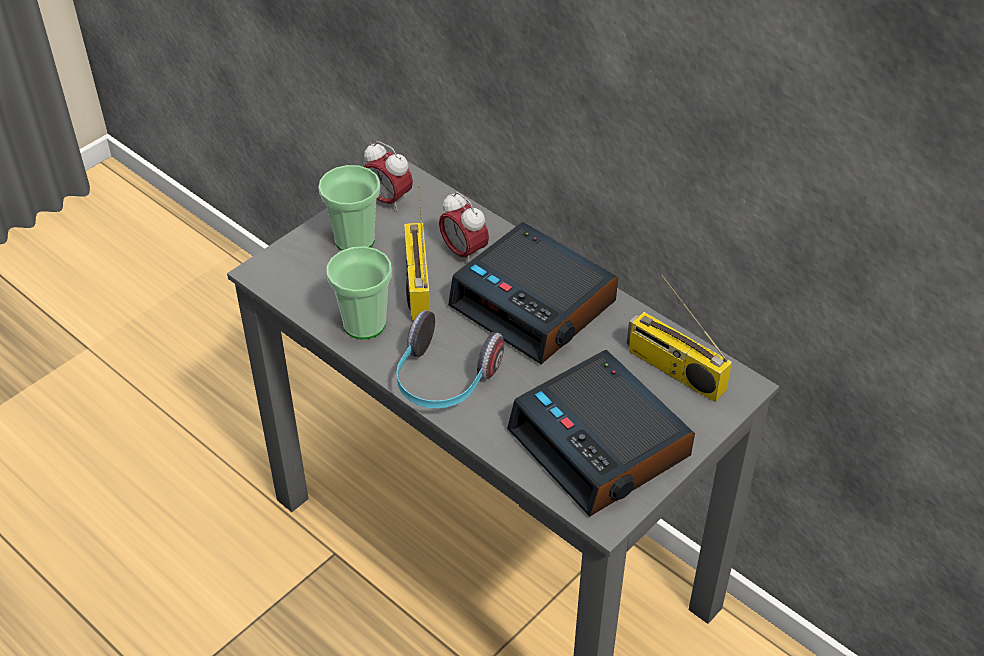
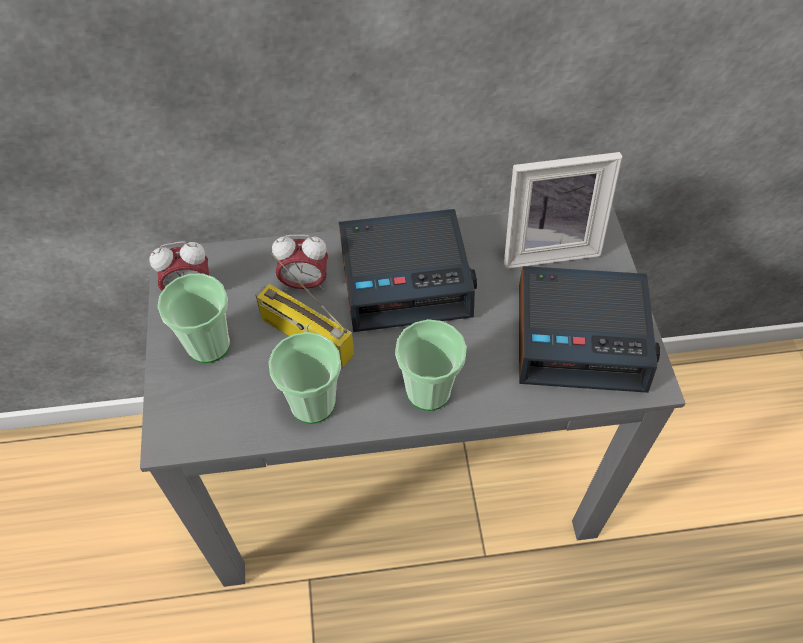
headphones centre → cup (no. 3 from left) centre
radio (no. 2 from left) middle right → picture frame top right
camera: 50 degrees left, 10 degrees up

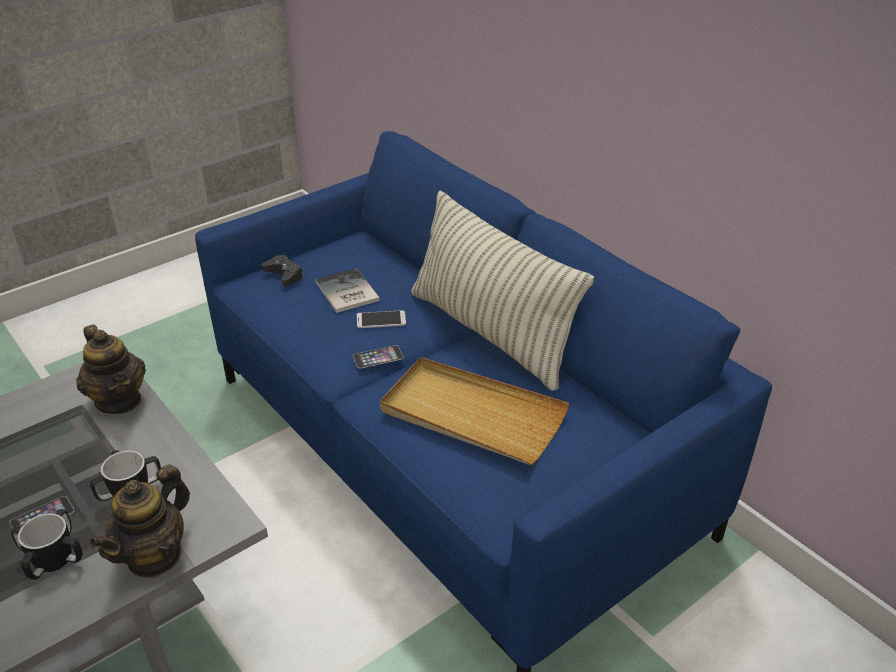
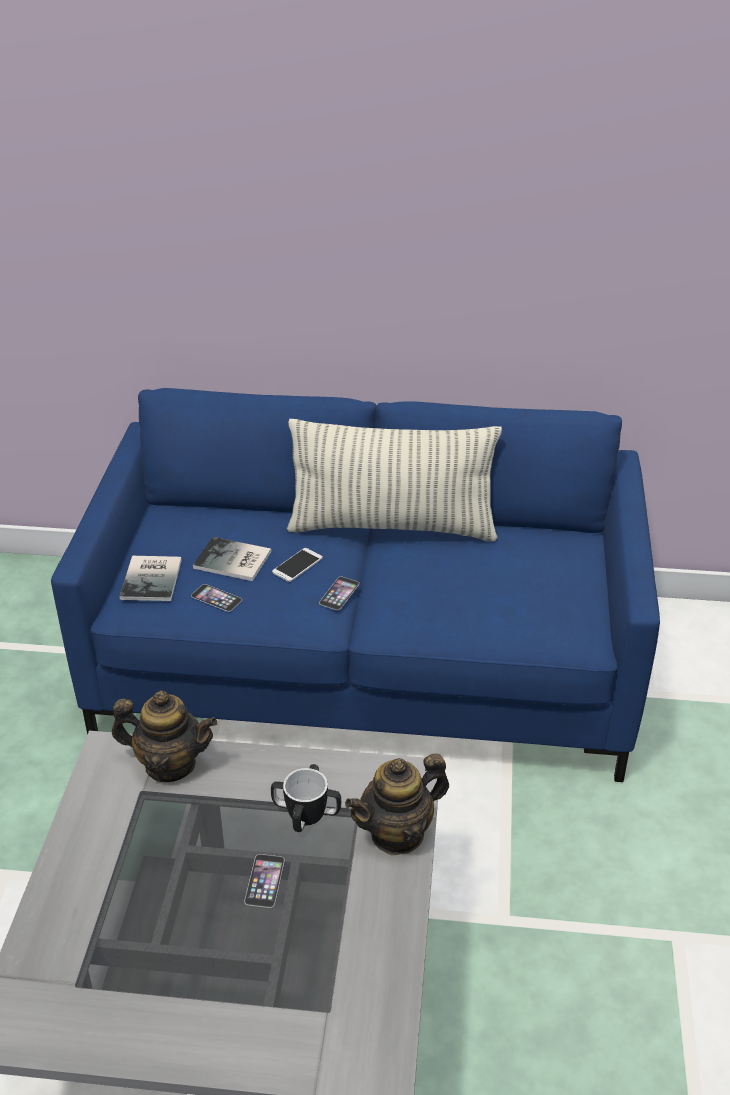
mug (no. 1 from left) bottom left → -
teapot (no. 2 from left) bottom left → teapot (no. 2 from left) bottom centre, 75 degrees clockwise
black game controller middle left → book (no. 1 from left) middle left
beige tray centre → -
- → phone (no. 1 from left) middle left
camera: 45 degrees left, 0 degrees up

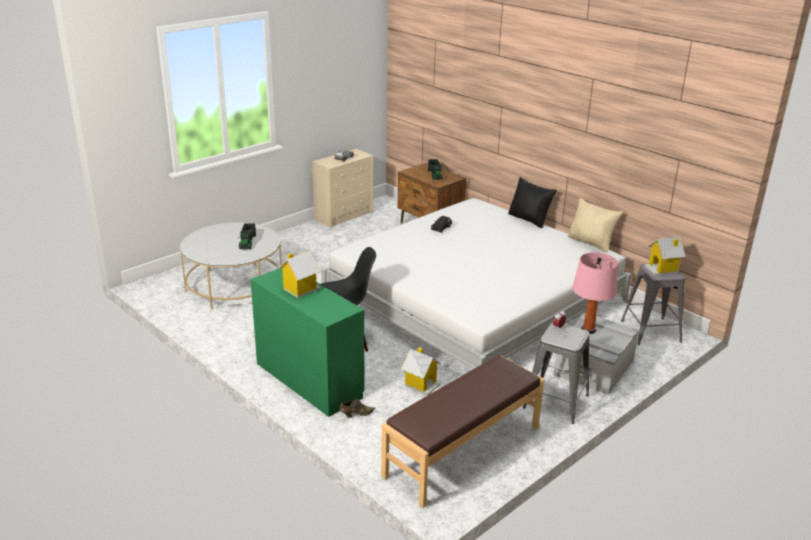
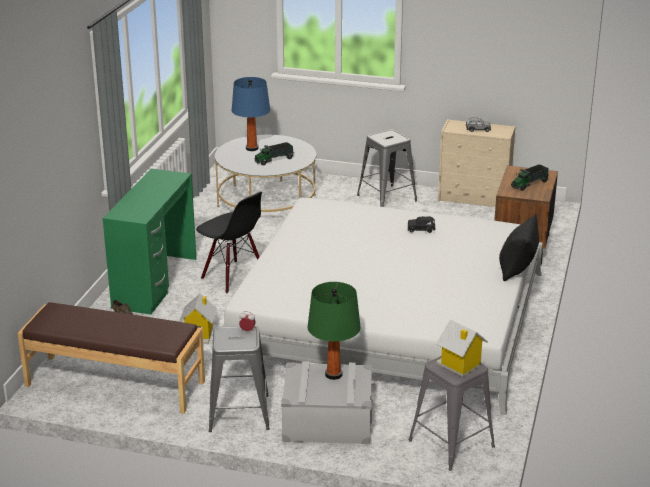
toy house (no. 1 from left) centre → -
beige pillow middle right → -
pink table lamp middle right → green table lamp bottom centre
- → blue table lamp top centre
- → grey stool (no. 2 from left) centre
camera: 60 degrees right, 0 degrees up

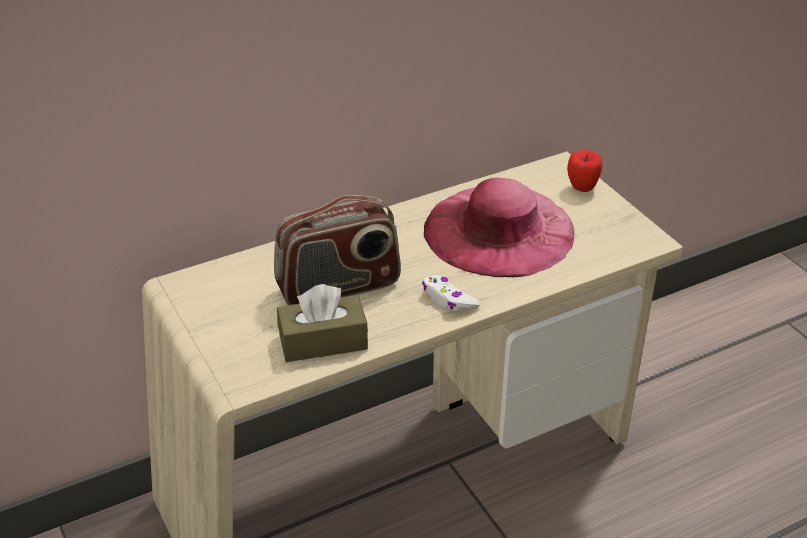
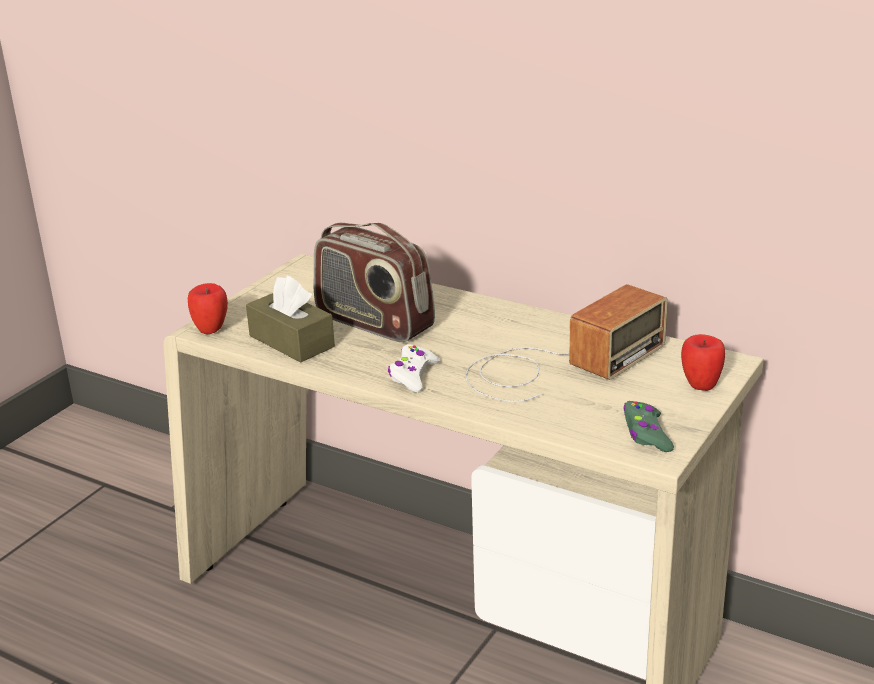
pink hat centre → radio (no. 2 from left) centre
- → apple (no. 1 from left) middle left
- → green game controller middle right
camera: 60 degrees right, 10 degrees down

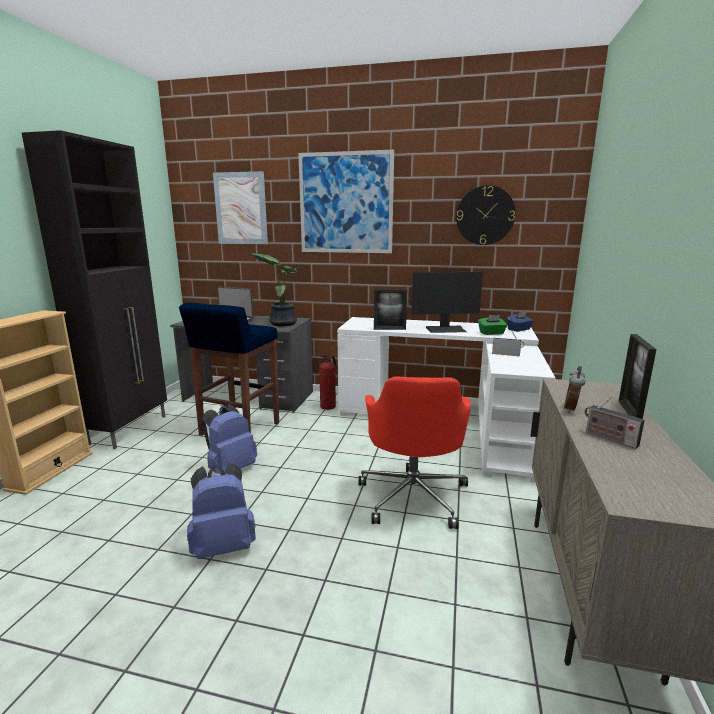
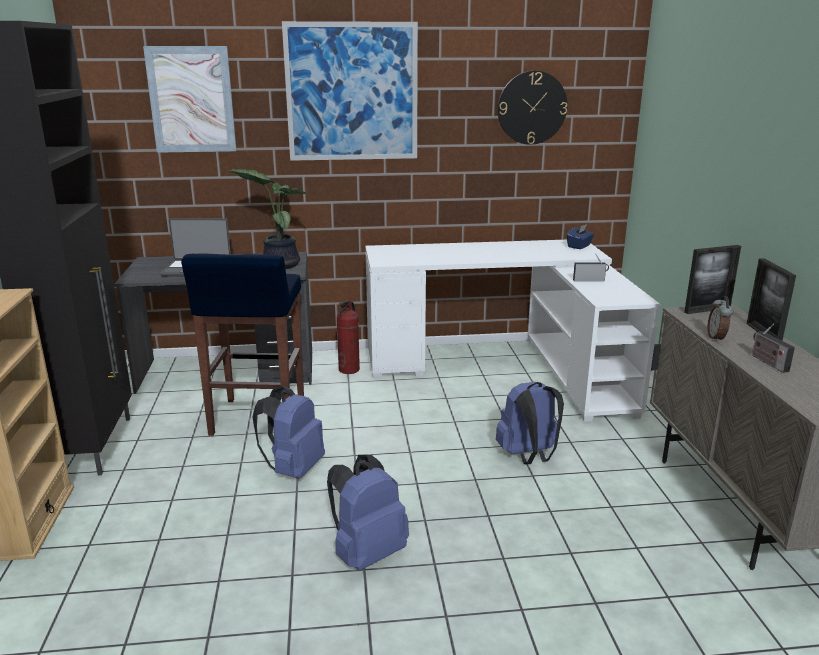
red office chair centre → blue backpack (no. 3 from left) centre
picture frame (no. 1 from left) centre → picture frame (no. 1 from left) middle right, shifted
monitor centre → -
green tissue box middle right → -
radio (no. 2 from left) middle right, 45 degrees clockwise
camera: 20 degrees left, 5 degrees up

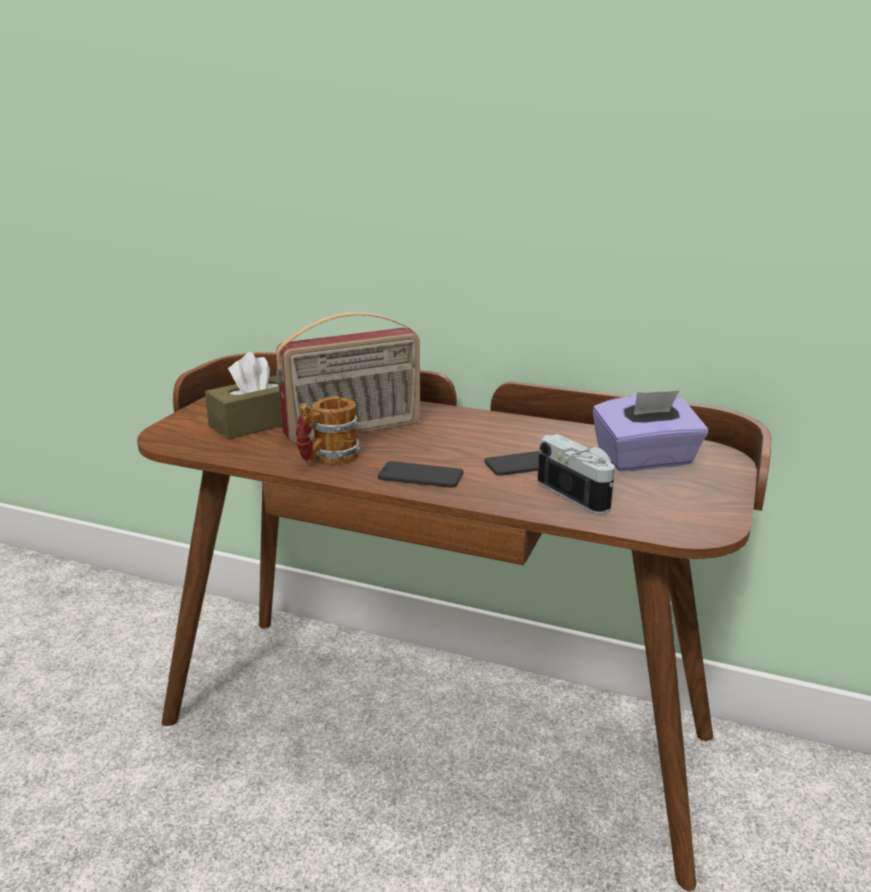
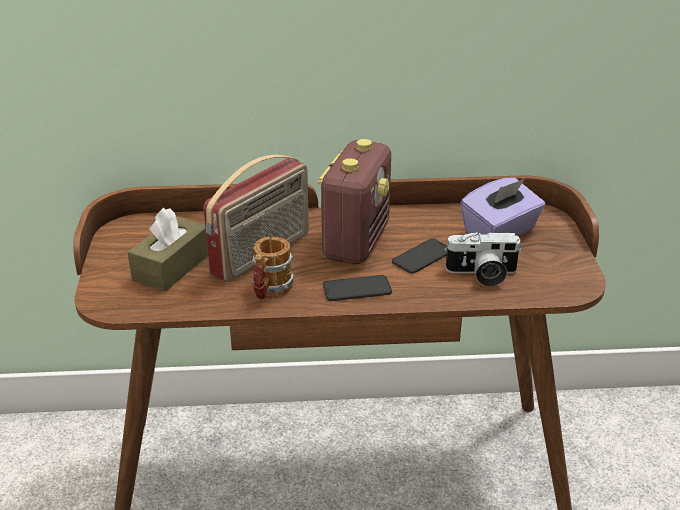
photo camera centre → photo camera middle right, 150 degrees clockwise
- → radio (no. 2 from left) centre
camera: 25 degrees left, 10 degrees up

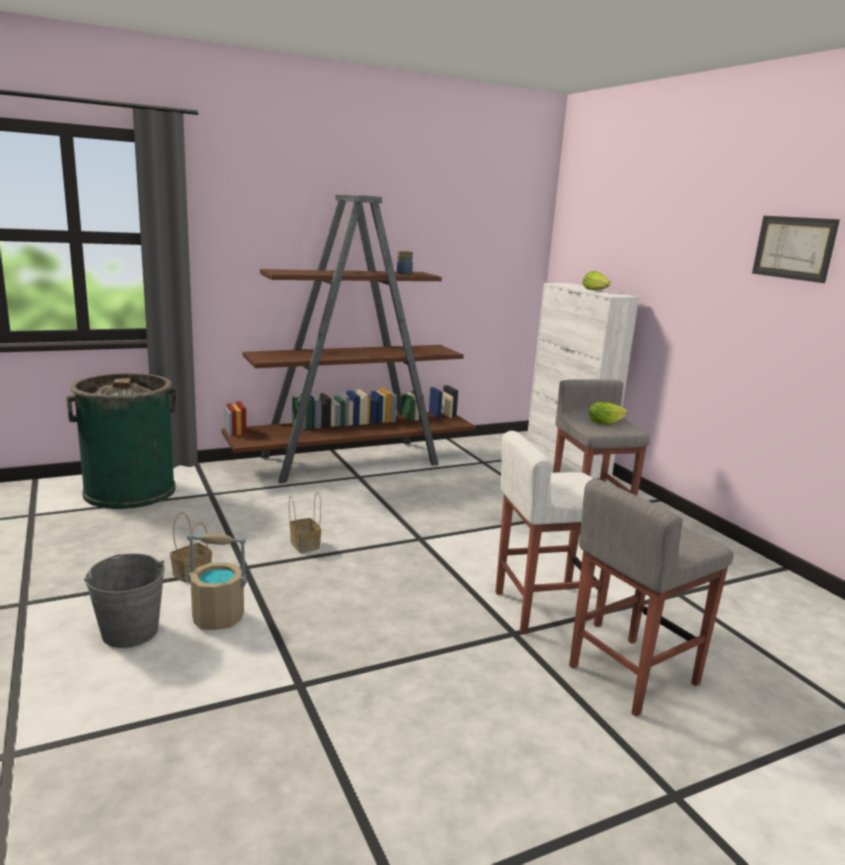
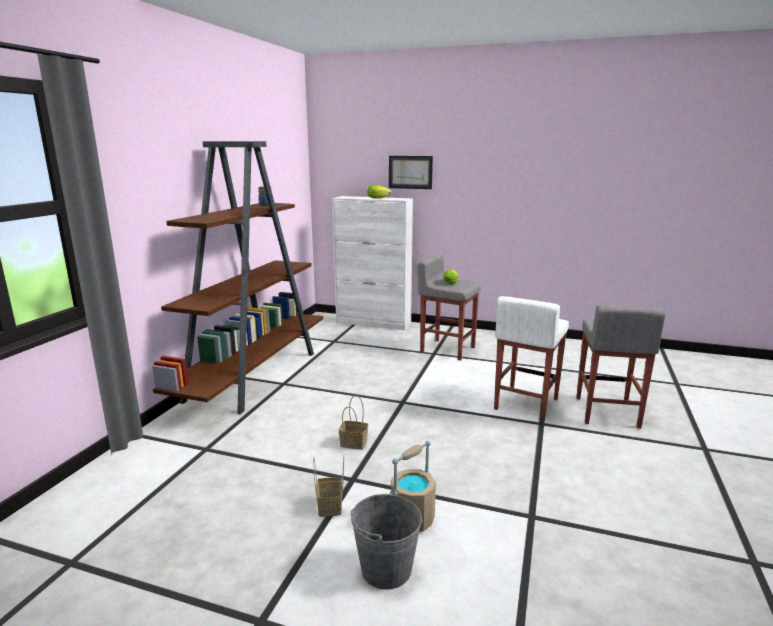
green trash can middle left → -
picture top right → picture top centre, shifted
camera: 45 degrees left, 0 degrees up

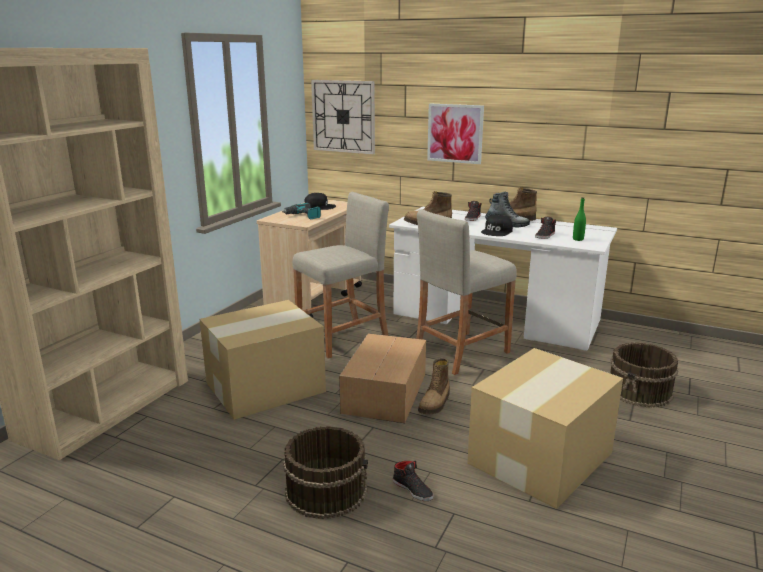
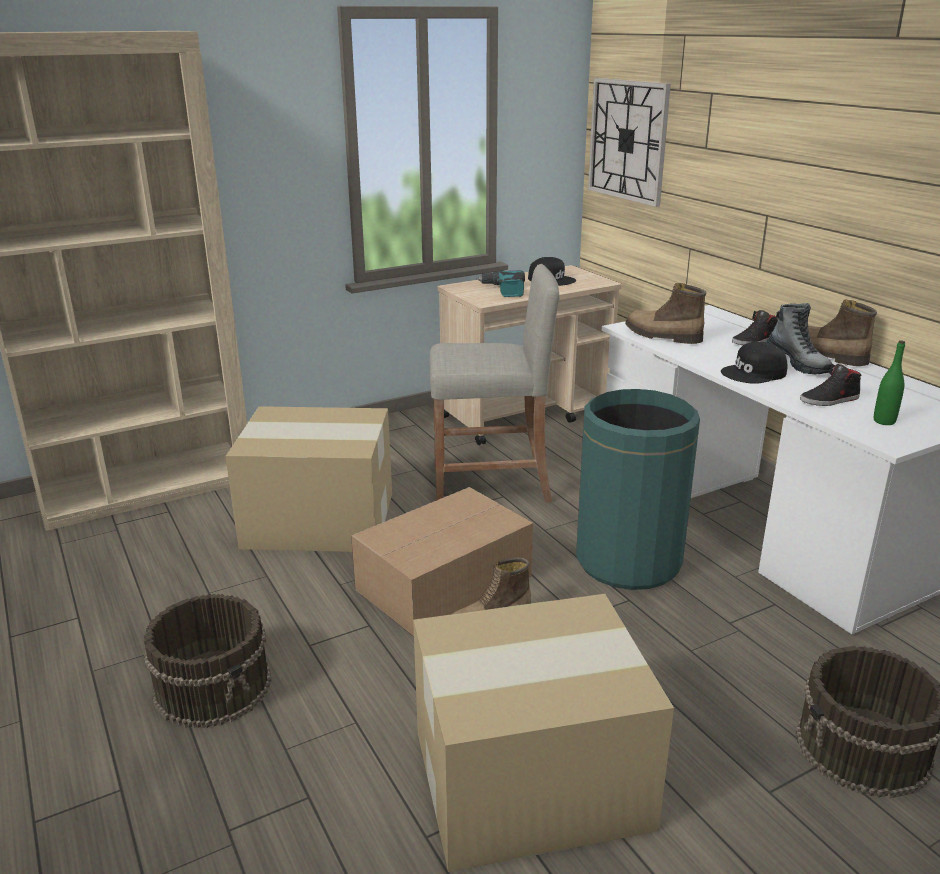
black shoe (no. 1 from left) bottom centre → -
beige stool (no. 2 from left) centre → green trash can middle right
picture top centre → -
camera: 35 degrees right, 5 degrees up

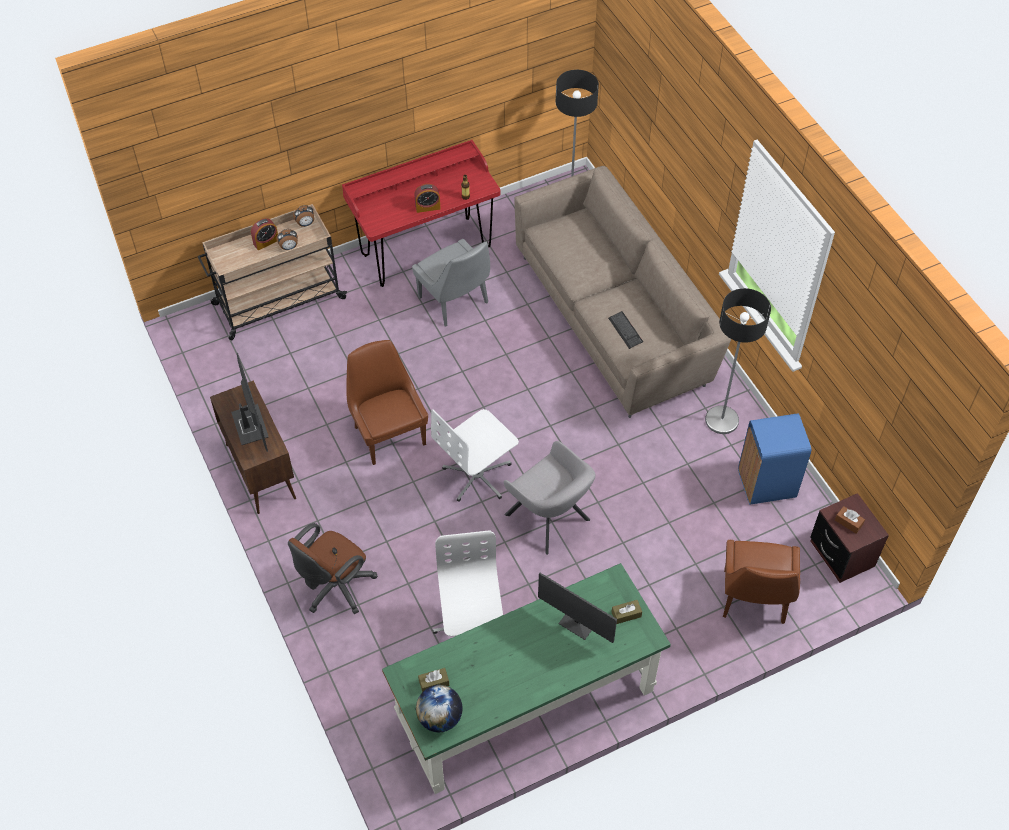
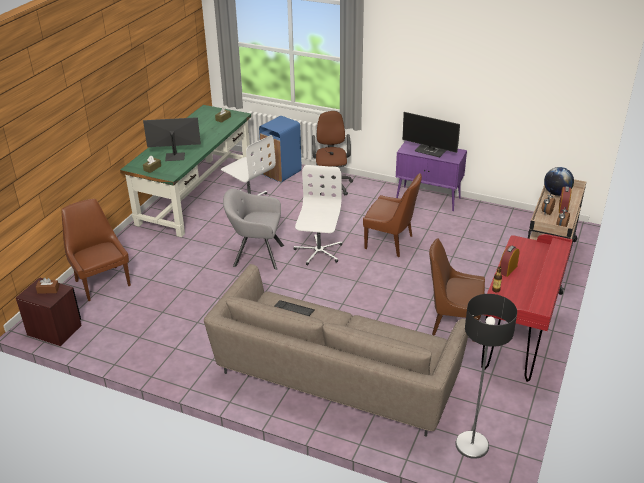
brown cabinet middle left → purple cabinet middle right
grey chair centre → brown chair (no. 3 from left) middle right
globe bottom centre → globe middle right, shifted
floor lamp (no. 2 from left) middle right → -
blue trash can middle right → blue trash can top centre, shifted
camera: 140 degrees right, 20 degrees down

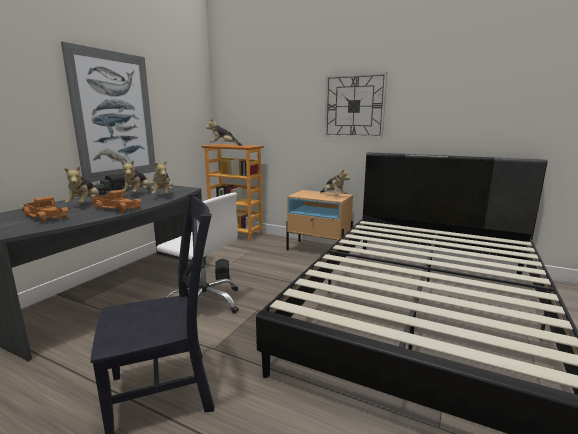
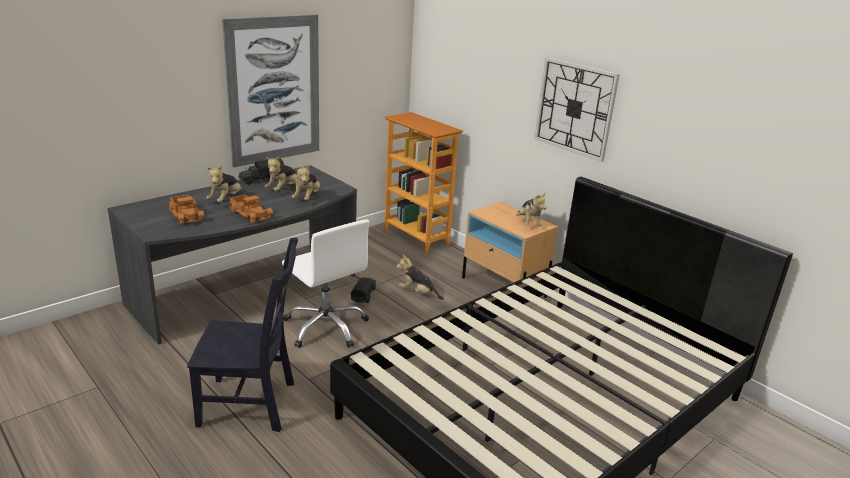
plush toy (no. 4 from left) top centre → plush toy (no. 4 from left) centre, shifted
camera: 20 degrees right, 10 degrees up

